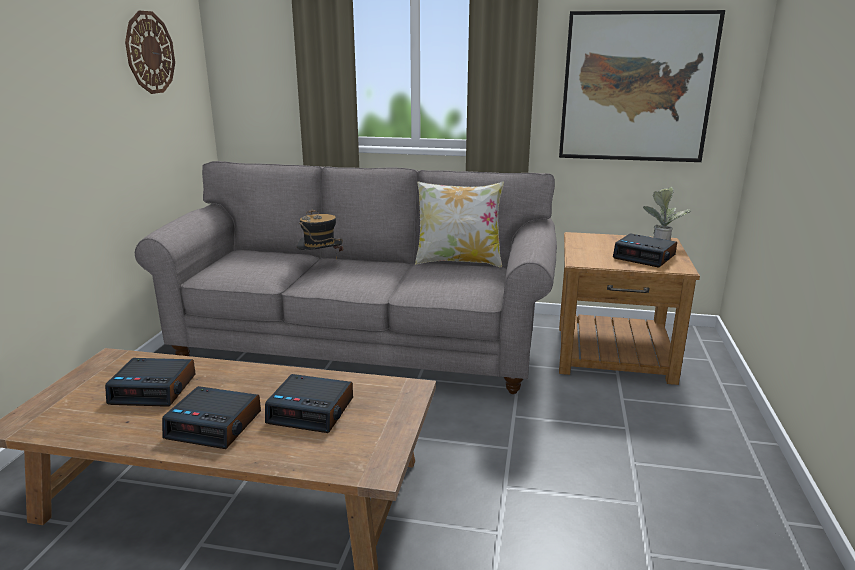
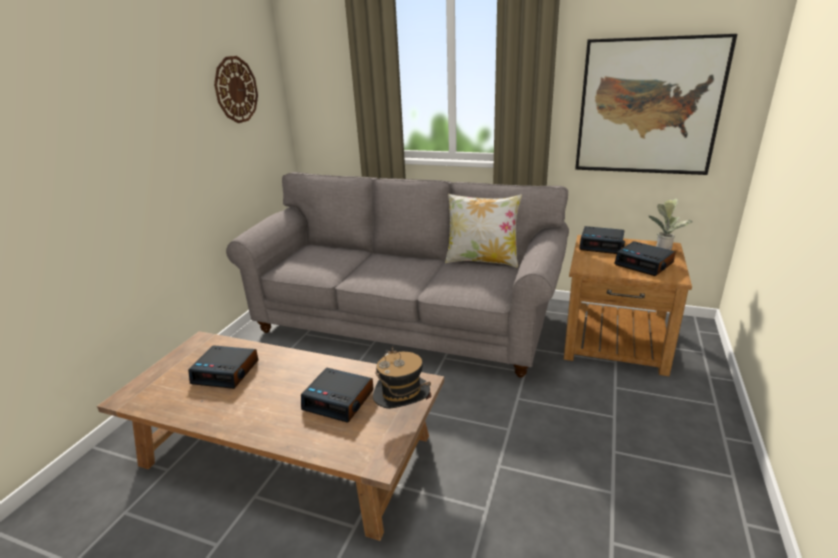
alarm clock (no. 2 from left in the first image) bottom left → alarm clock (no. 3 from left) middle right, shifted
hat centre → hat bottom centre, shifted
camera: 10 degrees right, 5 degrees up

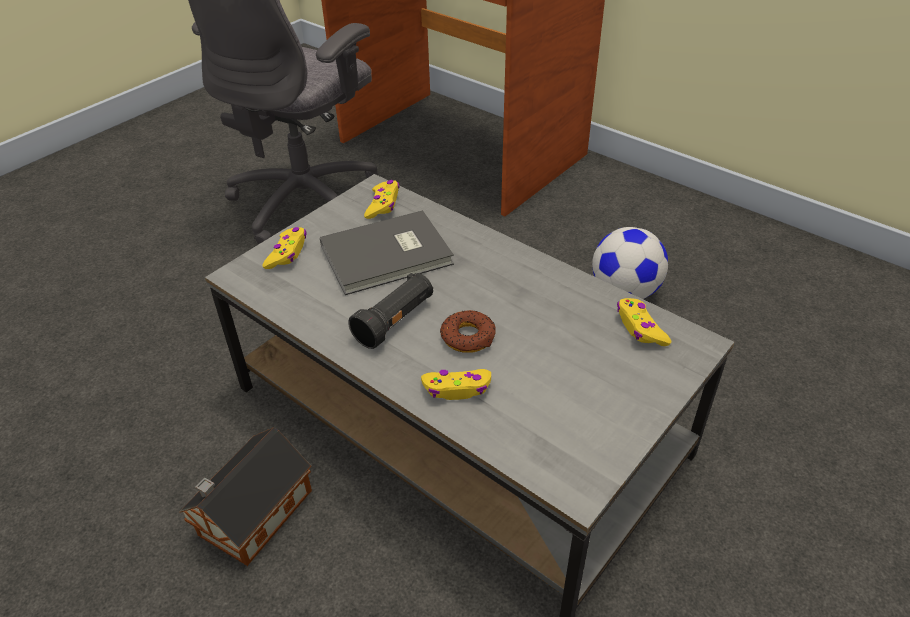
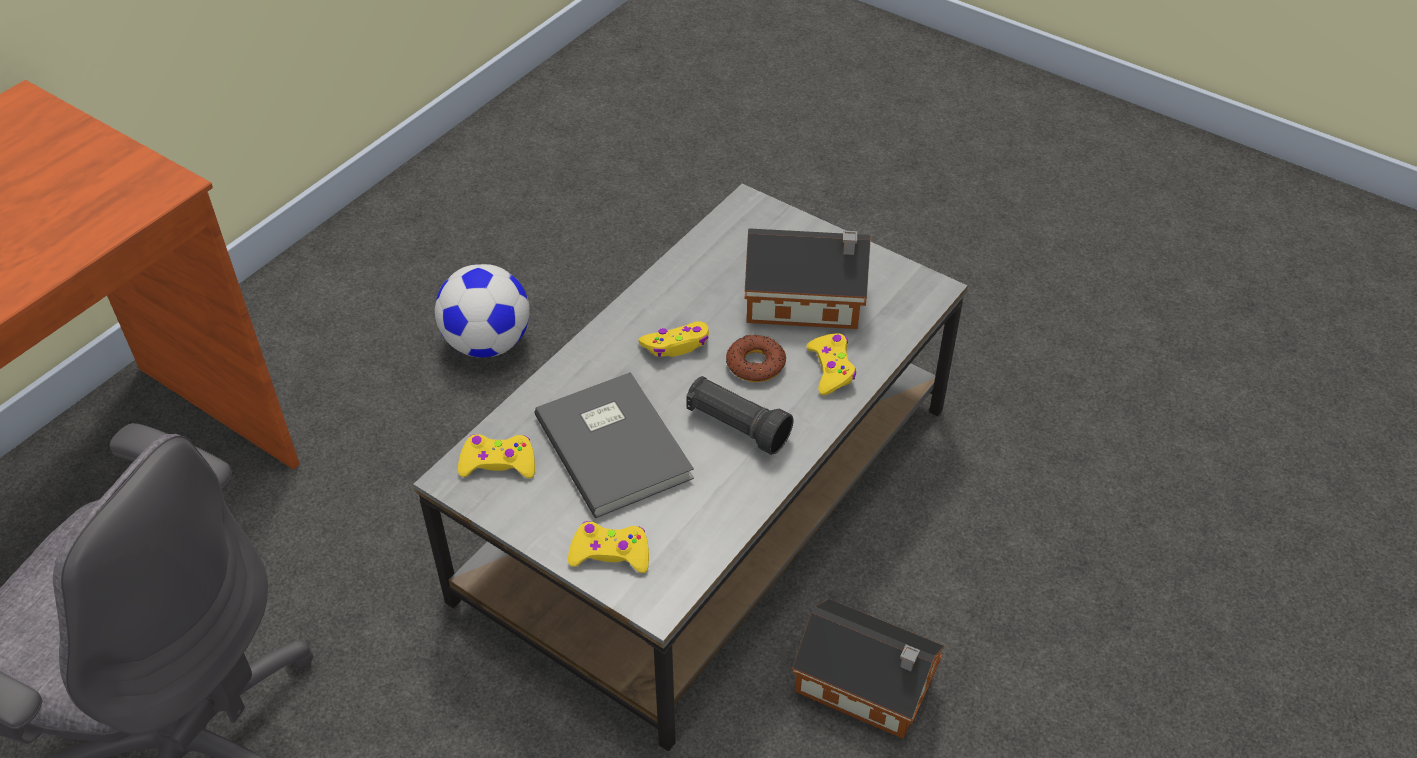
yellow game controller (no. 4 from left in the first image) middle right → yellow game controller (no. 3 from left) centre, shifted
- → toy house (no. 1 from left) centre
camera: 95 degrees left, 5 degrees up

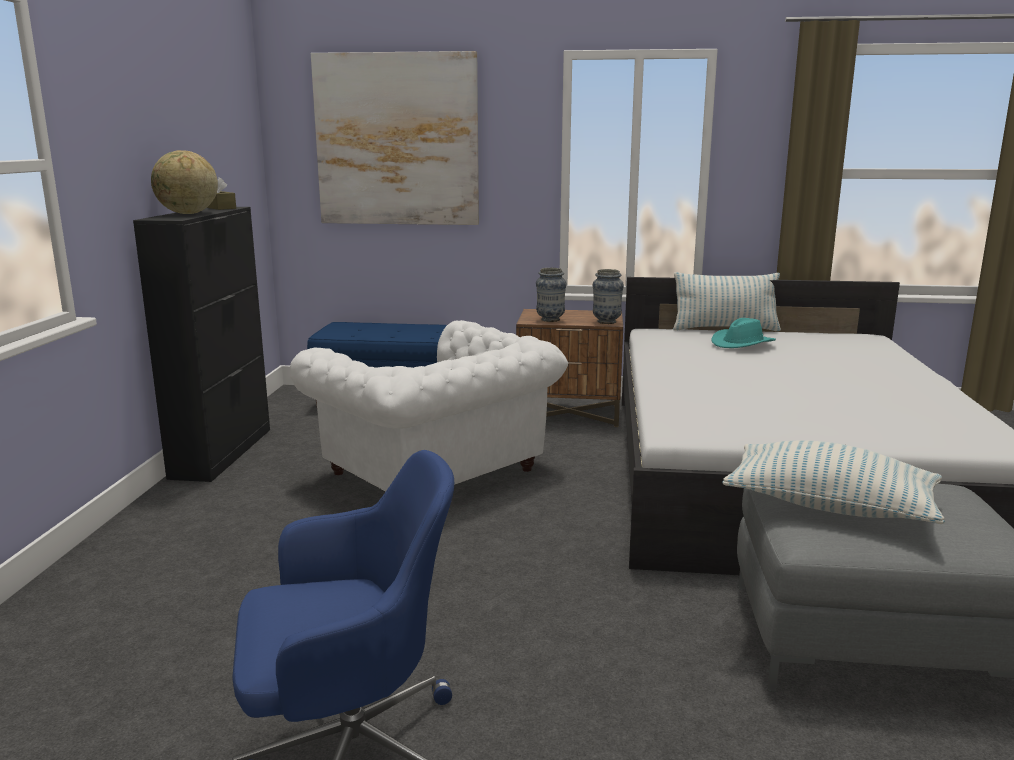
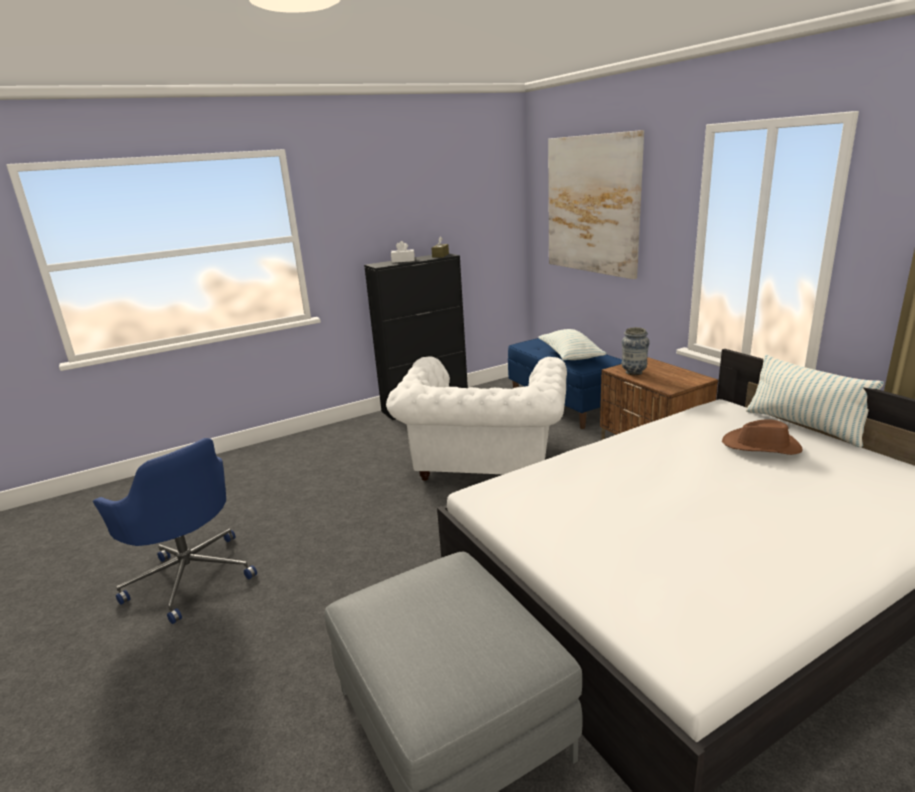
globe top left → white tissue box top centre
vase (no. 2 from left) centre → -
turquoise hat middle right → brown hat middle right
pillow (no. 2 from left in the first image) middle right → pillow (no. 1 from left) centre, shifted
camera: 55 degrees right, 5 degrees up

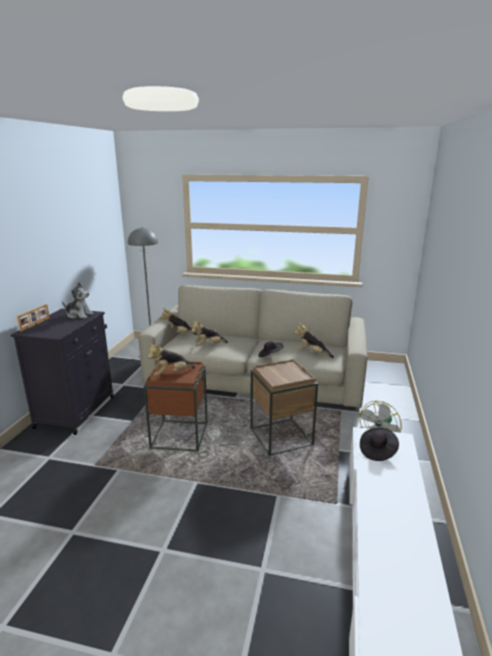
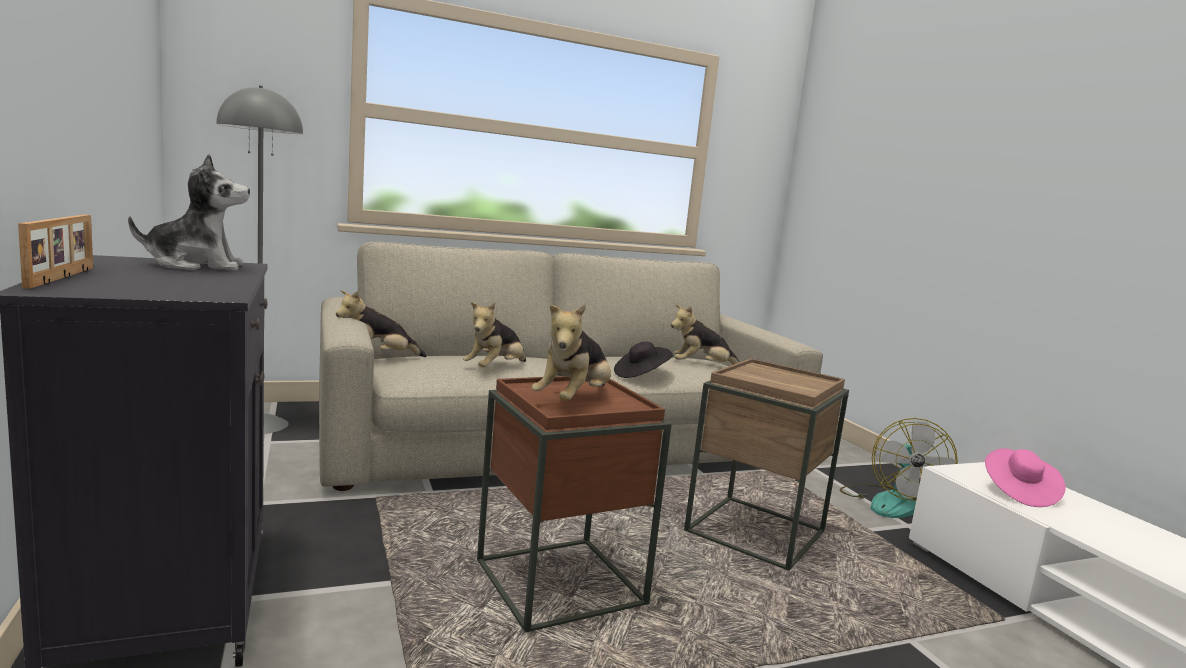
black hat (no. 2 from left) bottom right → pink hat bottom right
camera: 35 degrees left, 10 degrees down

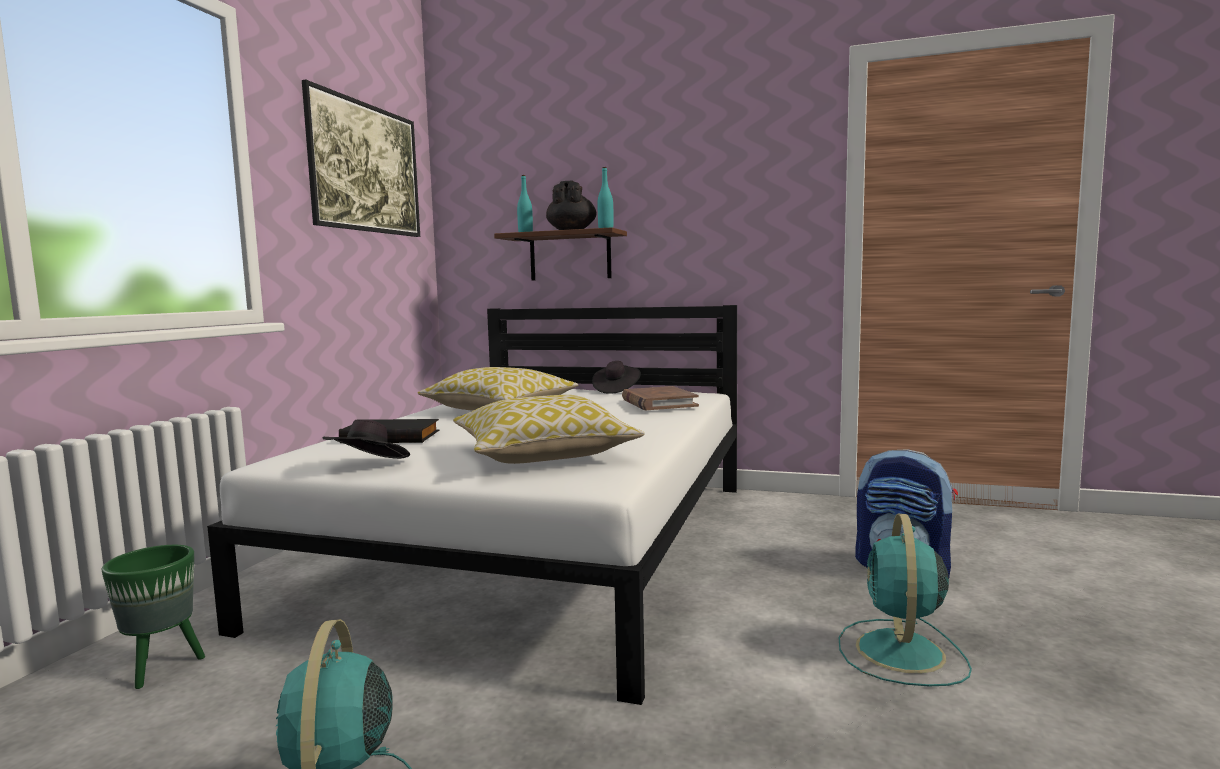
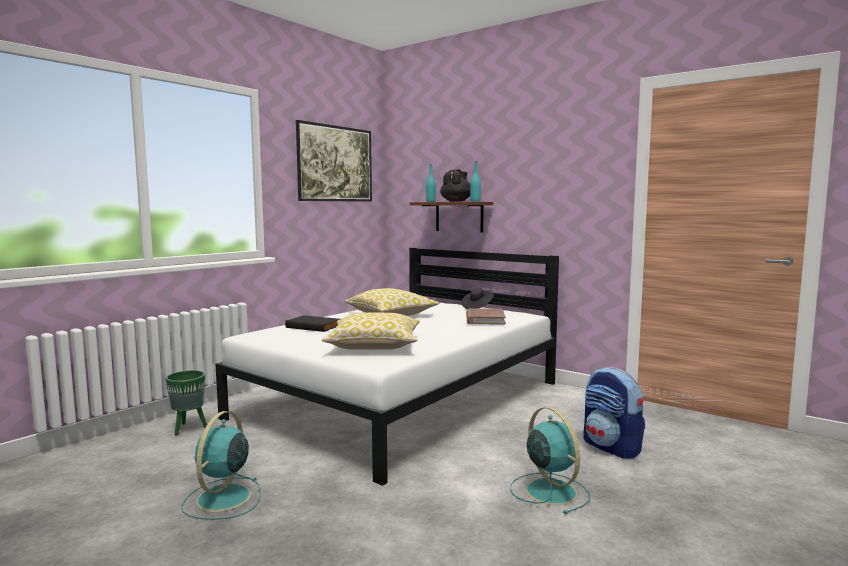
black hat (no. 1 from left) middle left → -
turquoise fan (no. 2 from left) bottom right → turquoise fan (no. 2 from left) bottom centre, 120 degrees clockwise
camera: 20 degrees right, 0 degrees up

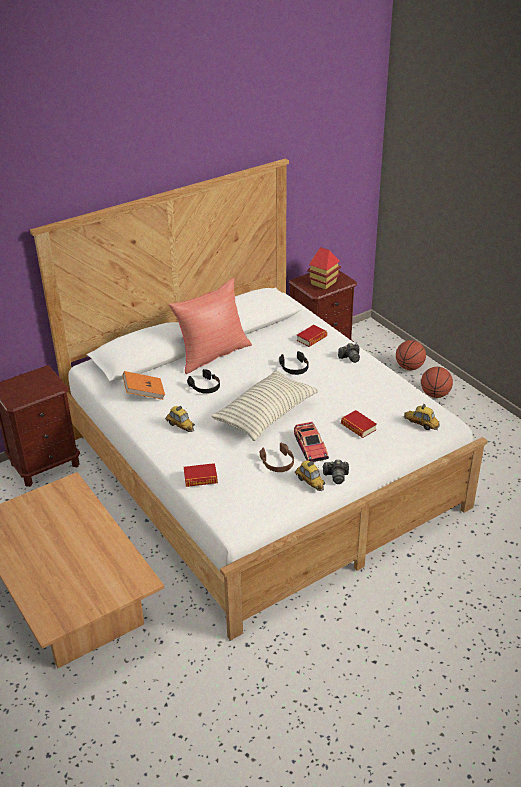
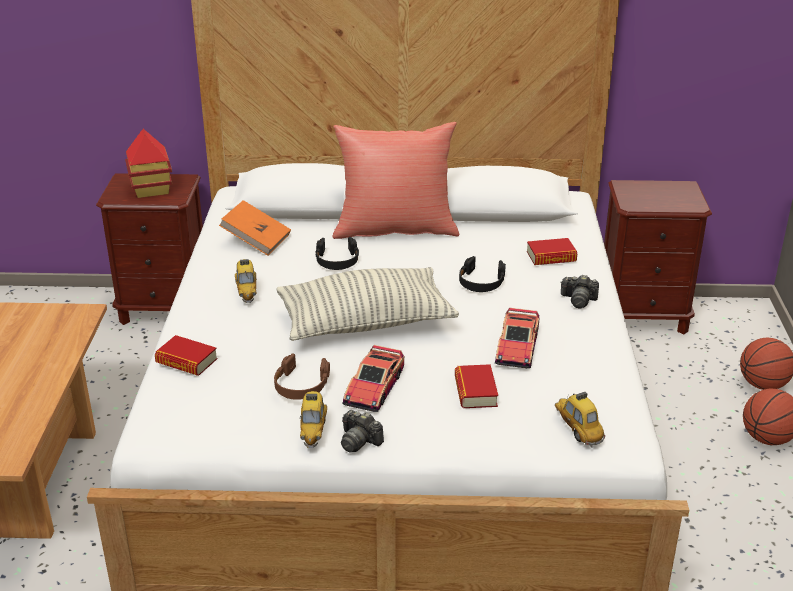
toy house centre → toy house top left, shifted
- → toy car (no. 4 from left) centre
camera: 35 degrees right, 5 degrees down

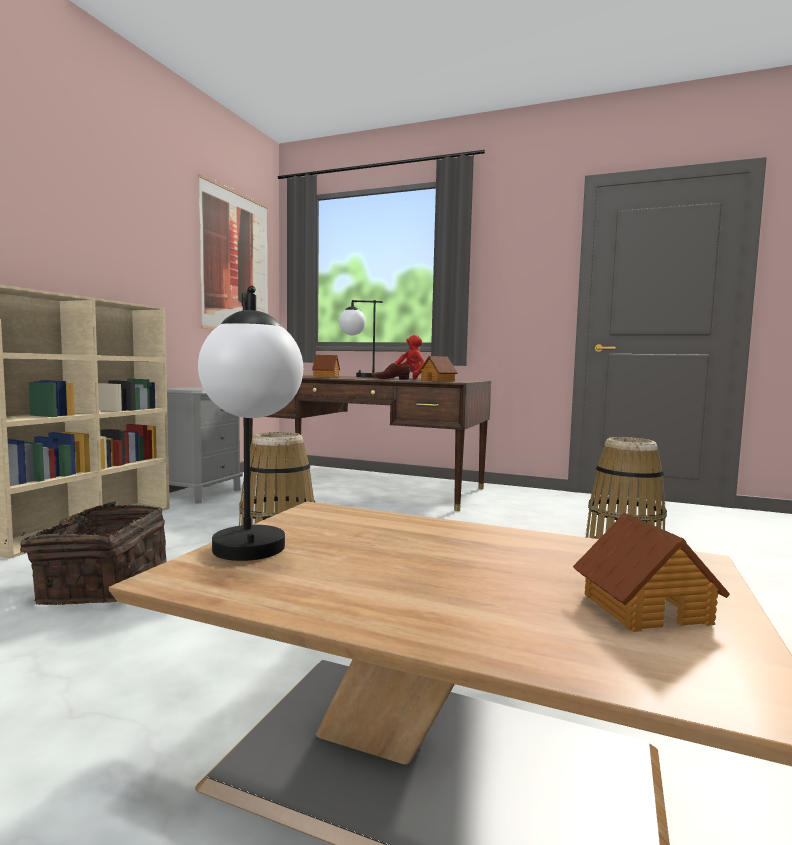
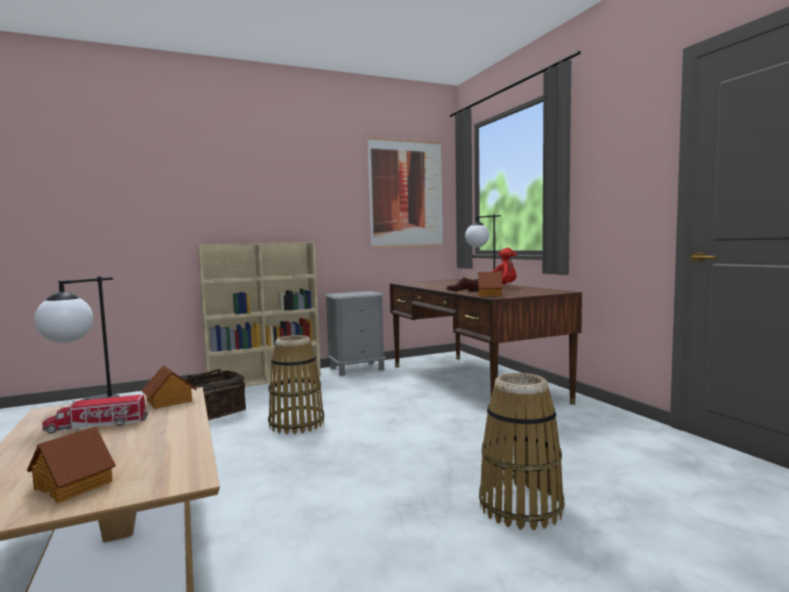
toy house (no. 1 from left in the first image) centre → toy house (no. 2 from left) middle left, shifted
- → toy truck bottom left
camera: 45 degrees right, 0 degrees up

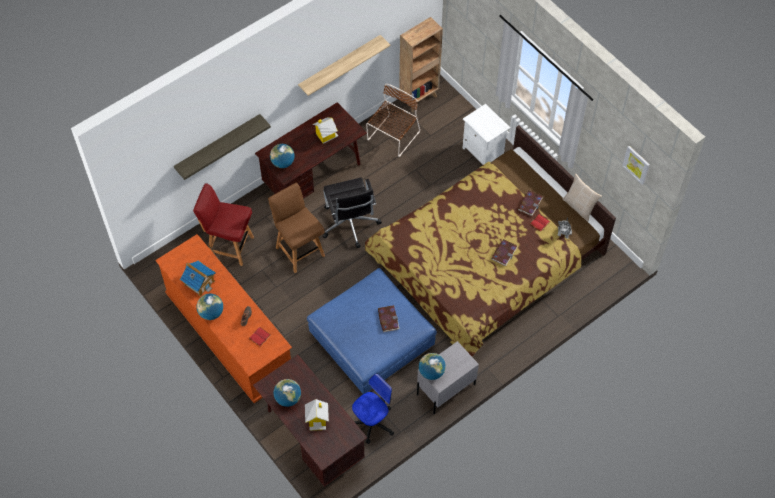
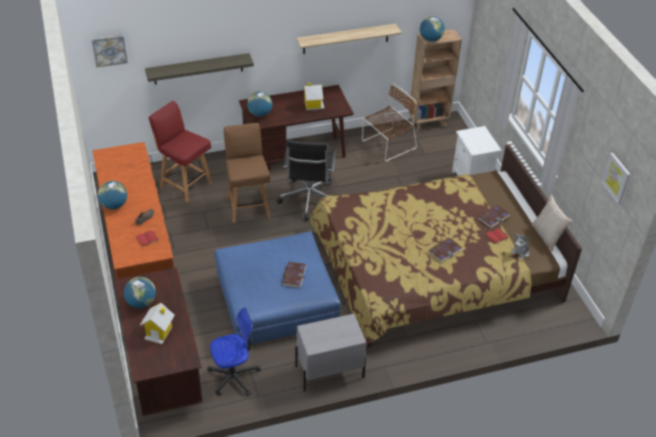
toy house (no. 1 from left) middle left → -
globe (no. 4 from left) bottom centre → globe (no. 4 from left) top centre, shifted
- → picture (no. 1 from left) top left
camera: 20 degrees right, 15 degrees down

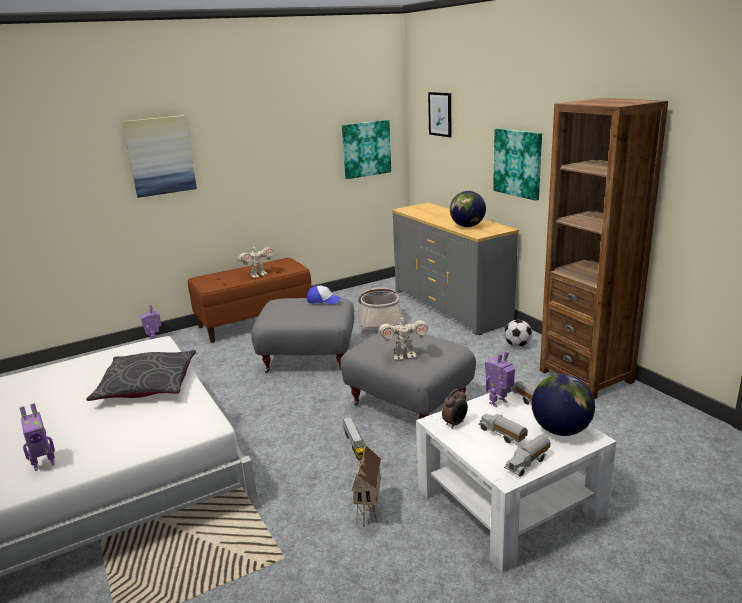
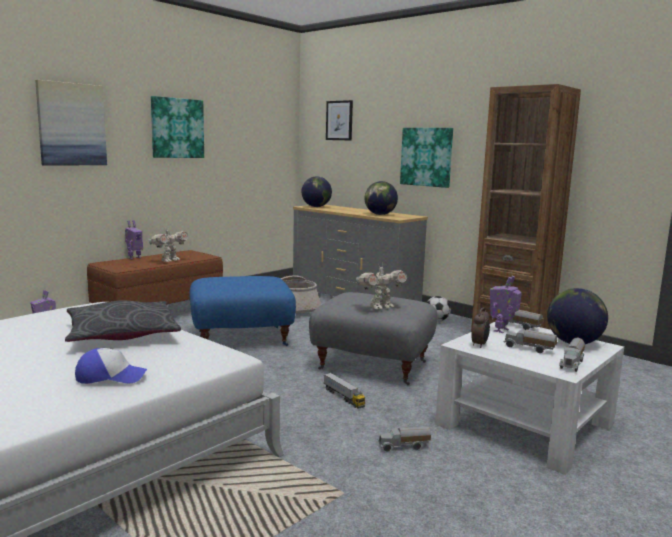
toy robot (no. 1 from left in the first image) bottom left → toy robot (no. 2 from left) middle left, shifted
grey ottoman (no. 1 from left) centre → blue ottoman centre
cap centre → cap bottom left, shifted
picture (no. 2 from left) top centre → picture (no. 2 from left) top left, shifted
toy house bottom centre → toy truck (no. 2 from left) bottom centre
- → globe (no. 1 from left) centre
camera: 20 degrees left, 10 degrees down

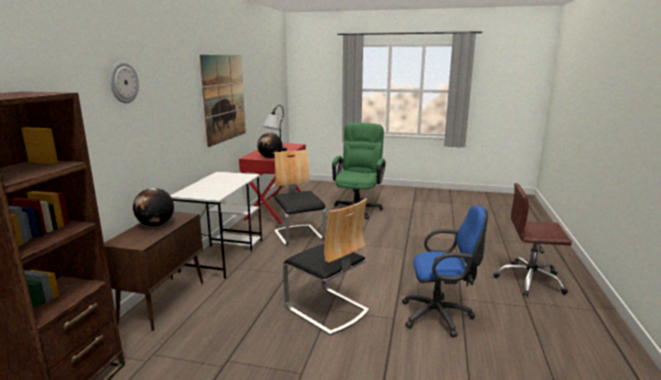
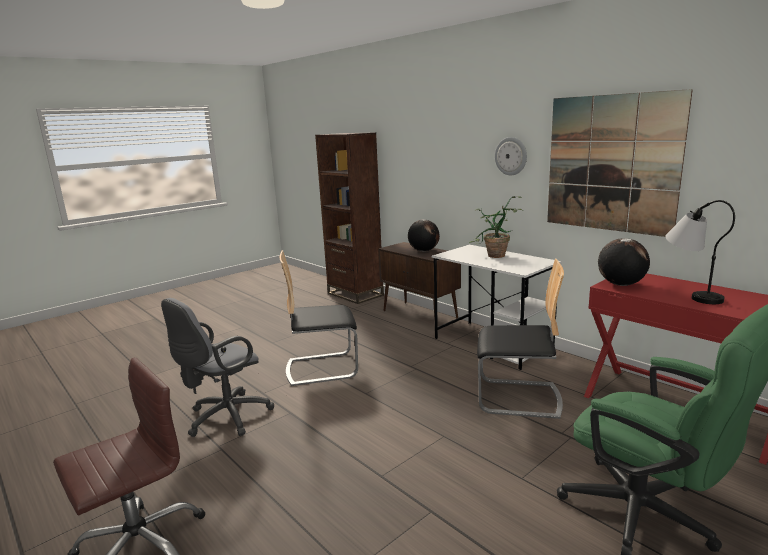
wall clock top left → wall clock top centre, shifted
blue office chair bottom right → grey office chair middle left
- → potted plant centre
camera: 125 degrees right, 0 degrees up

